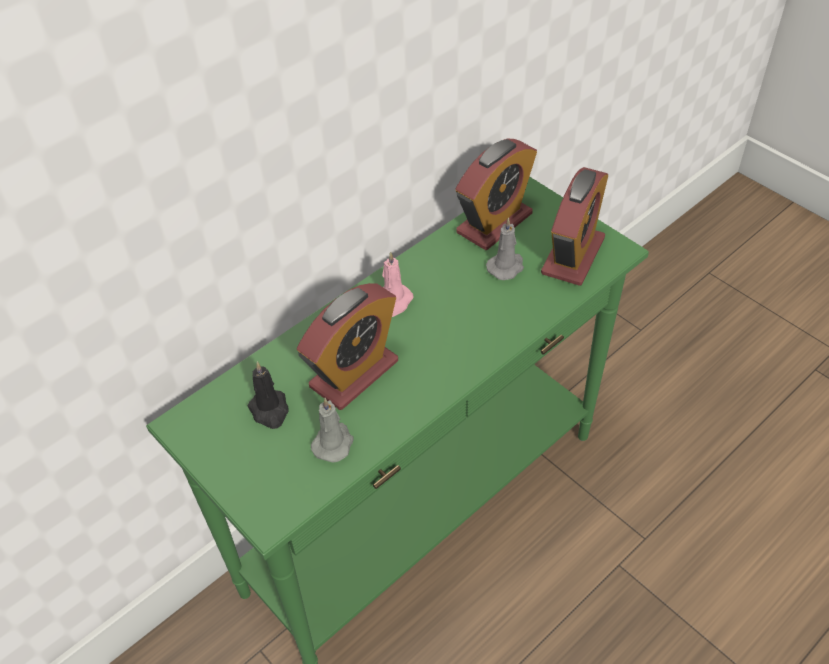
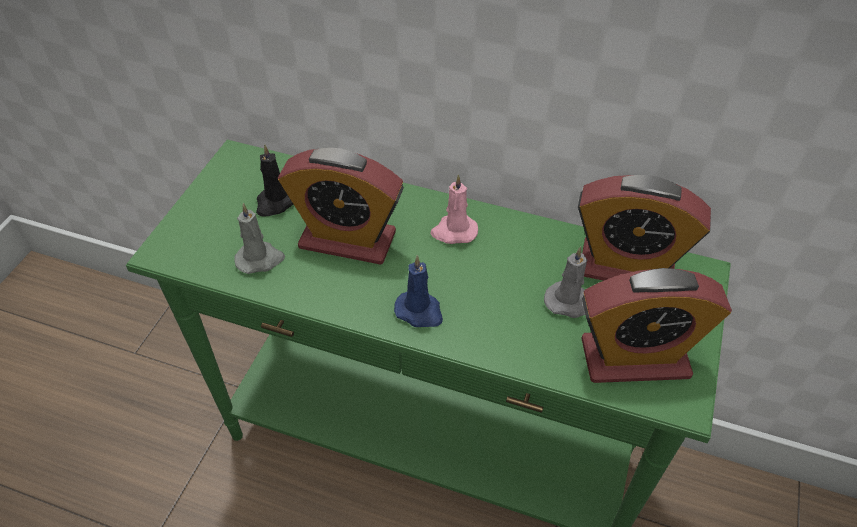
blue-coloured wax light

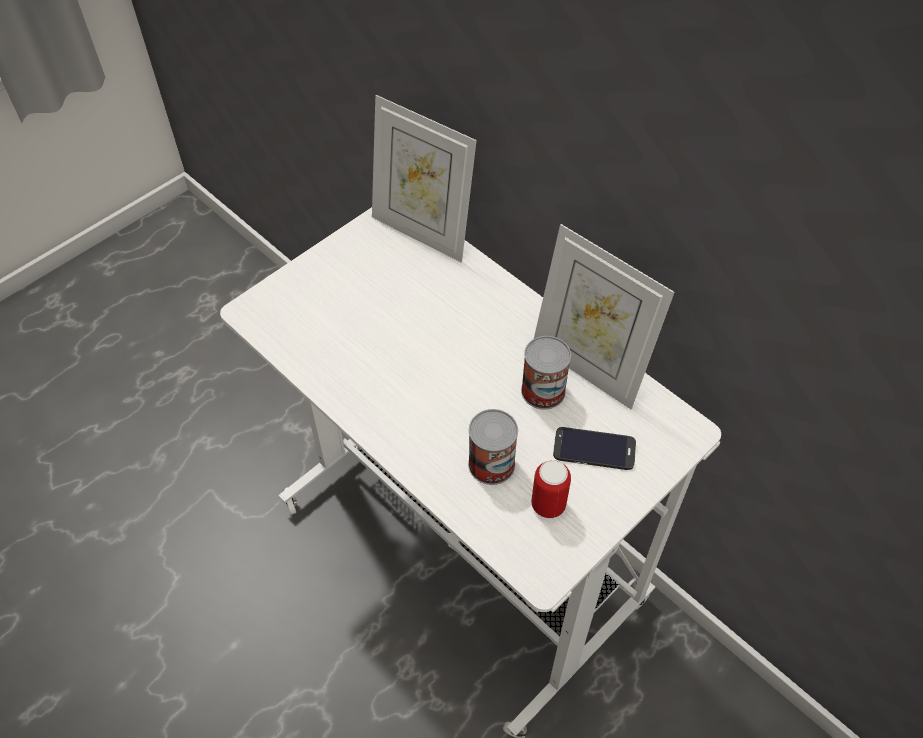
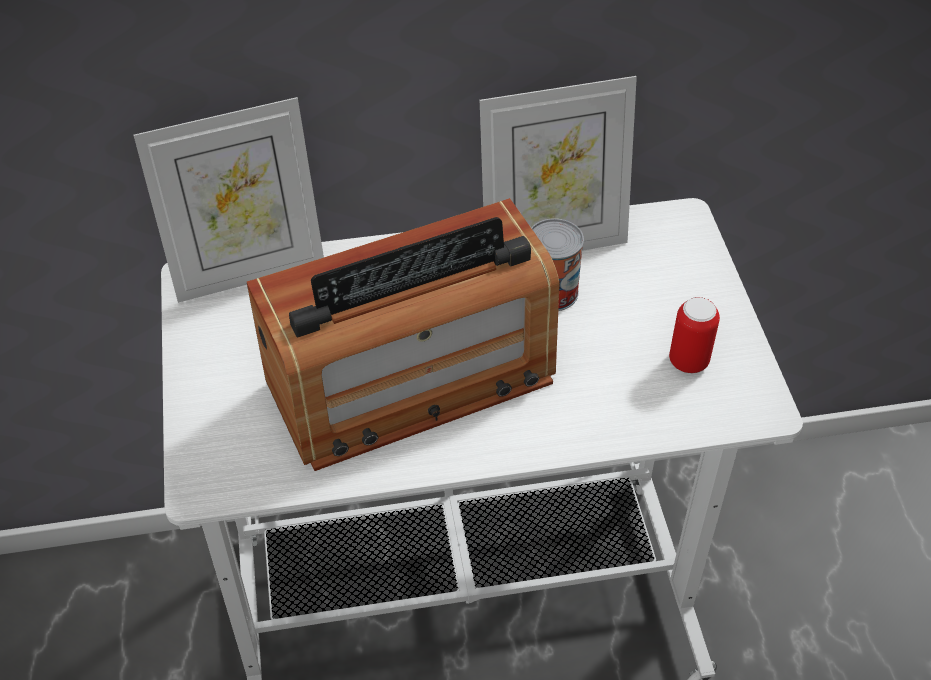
sealed can (1st from left in the first image); phone; radio set

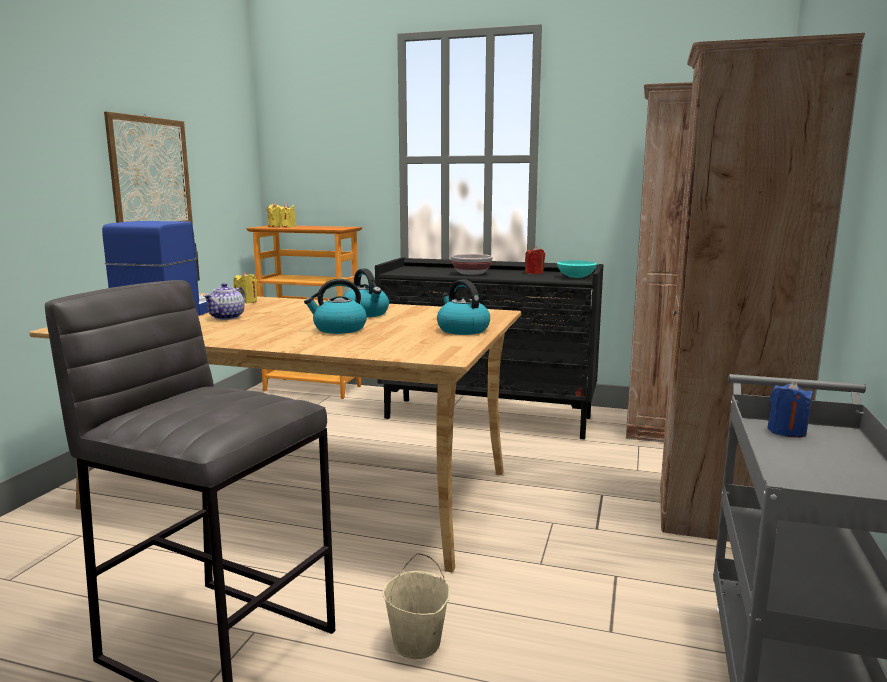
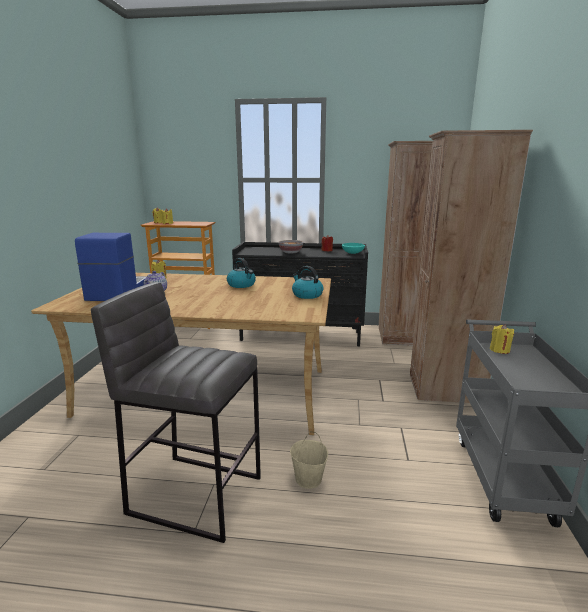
wall art; kettle (1st from left in the first image); yellow wax light (4th from left)

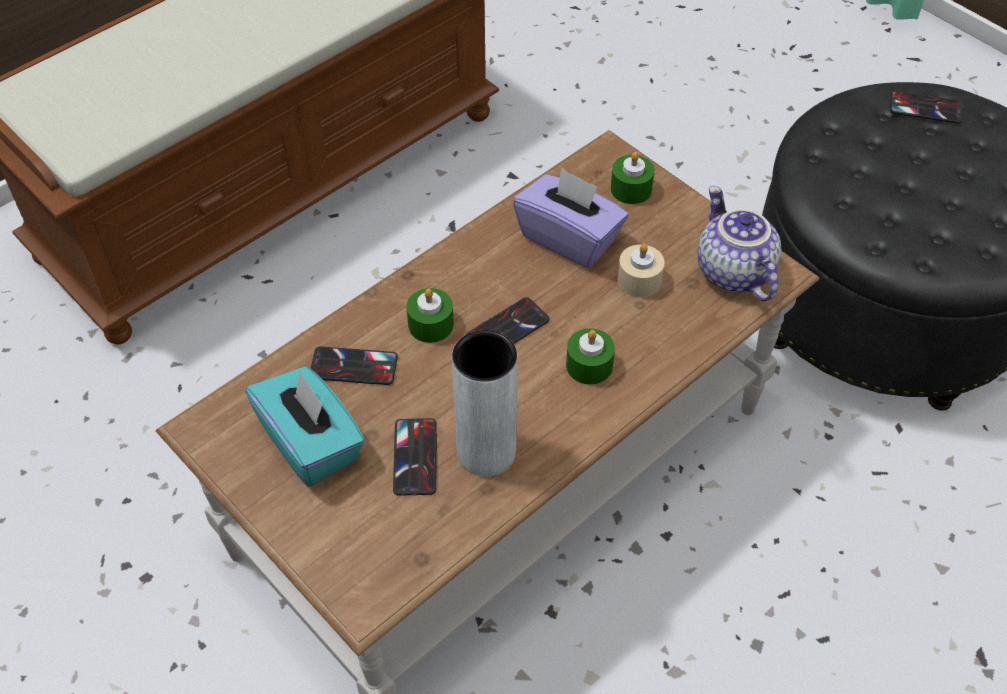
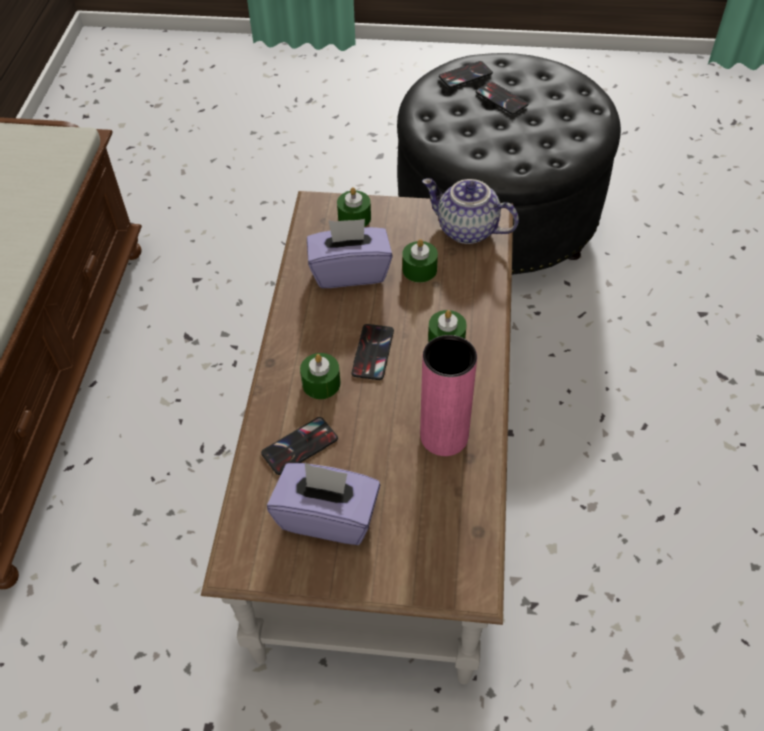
phone (4th from left); purple-coloured tissue box (1st from left); pink-coloured vase; green wax light (3rd from left)

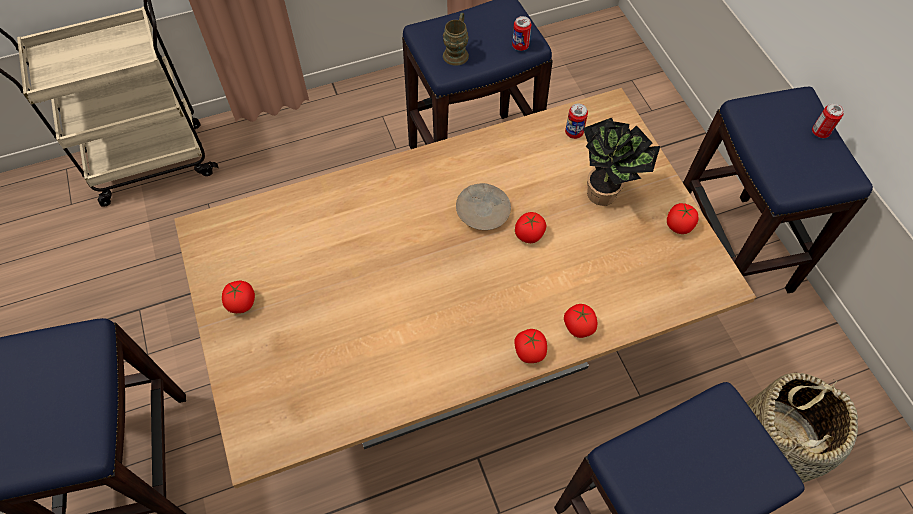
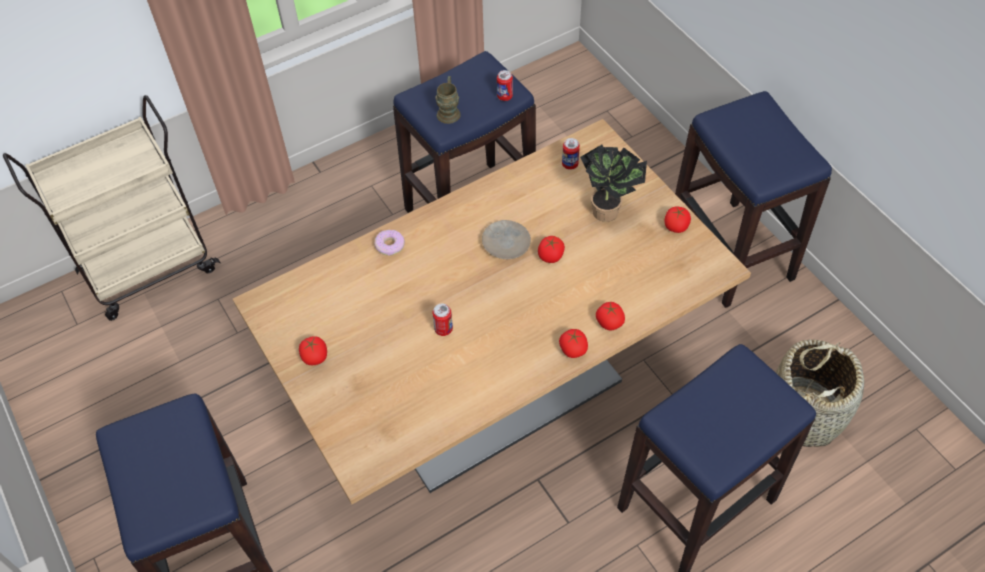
doughnut; sealed can (1st from left)

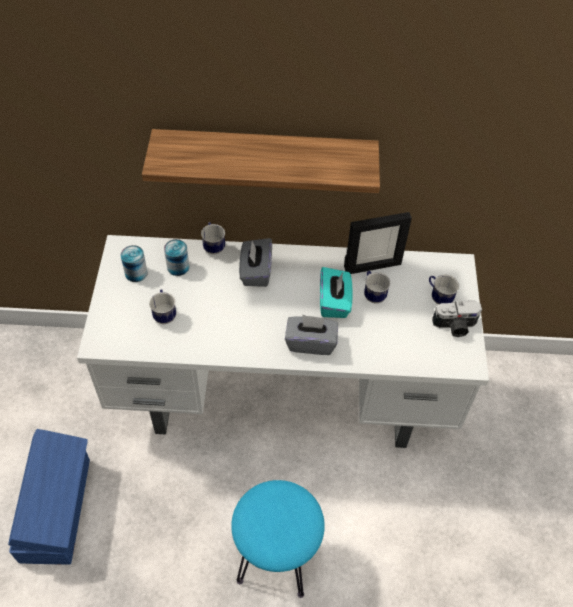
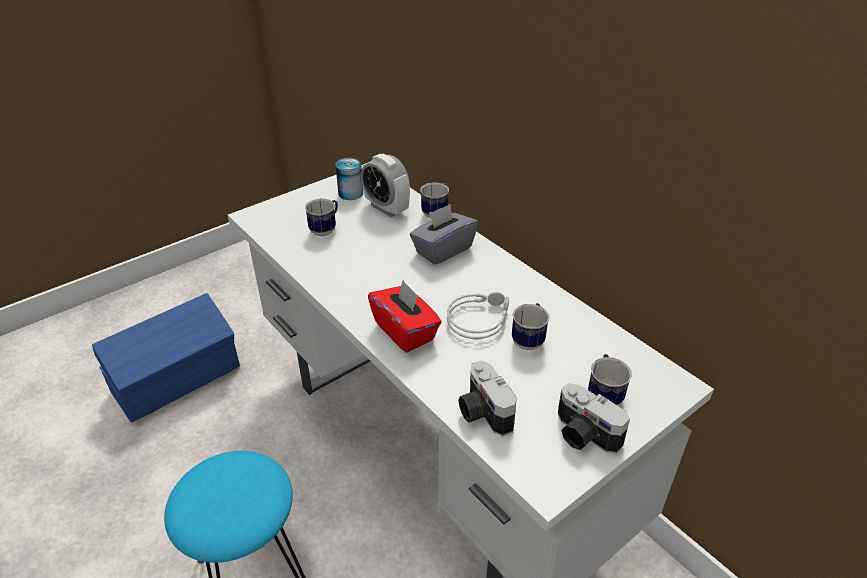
wall shelf; standing frame; still camera (1st from left); bedside clock; greyish headset; red tissue box

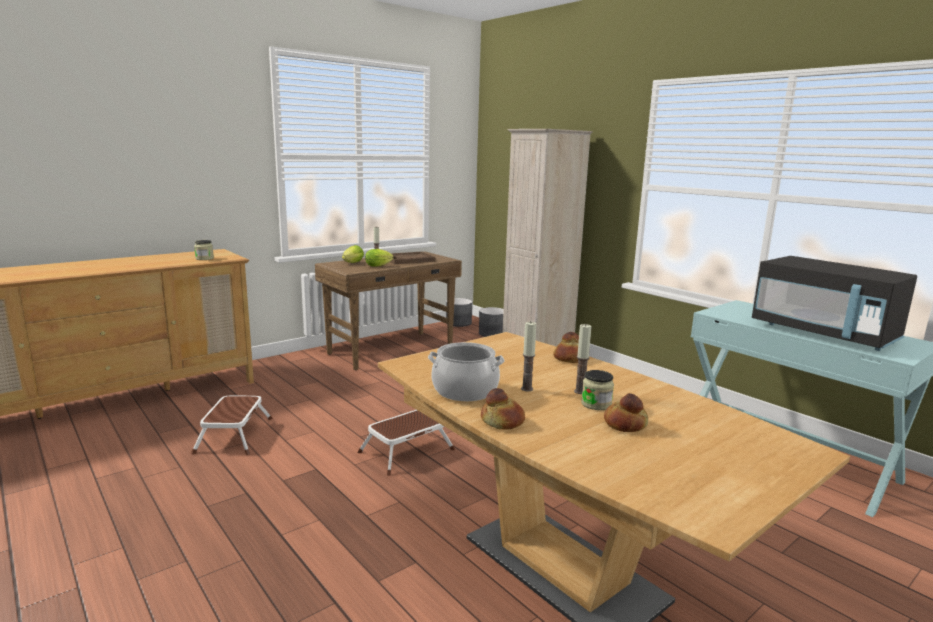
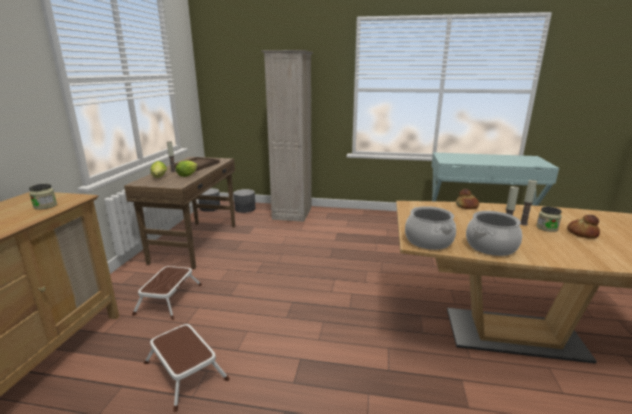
bread (1st from left in the first image); black kitchen microwave; cooking pot (1st from left); brown-coloured step ladder (1st from left)

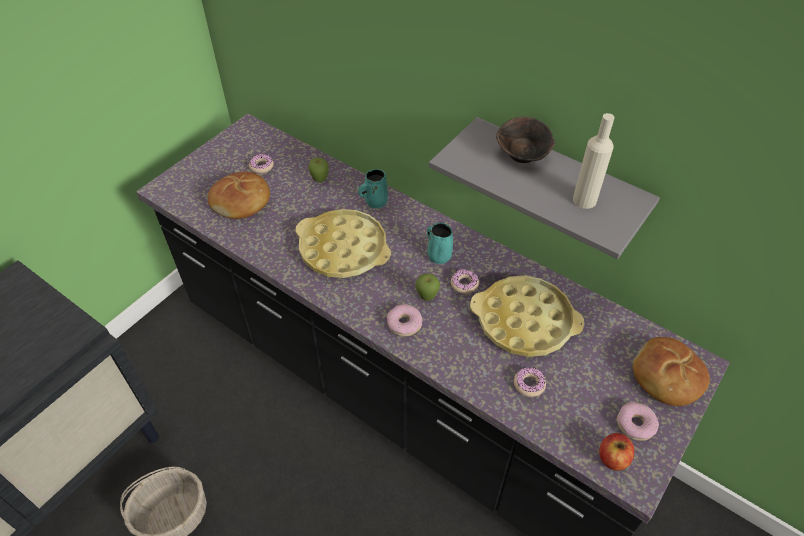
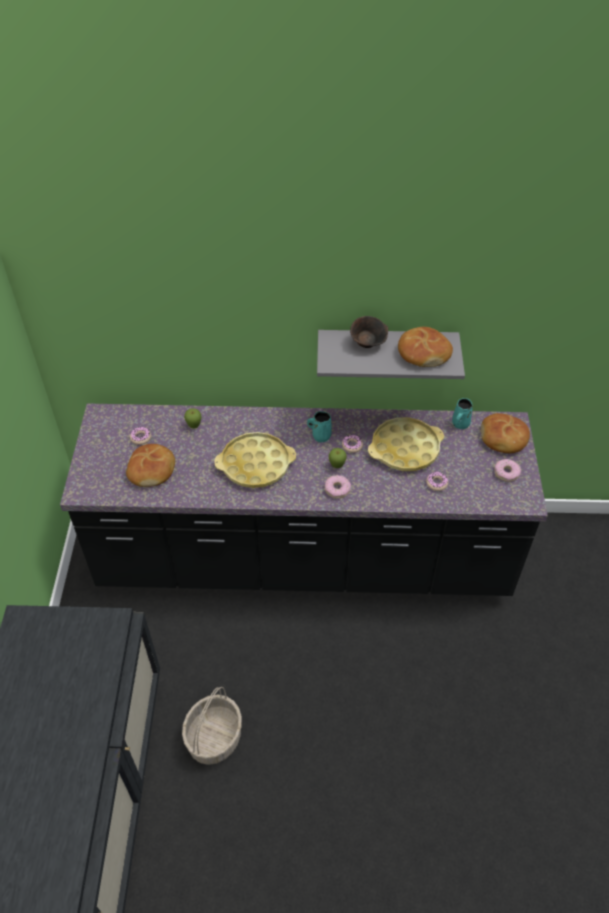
whole apple (3rd from left in the first image); blue-green tea mug (2nd from left); bread (2nd from left)

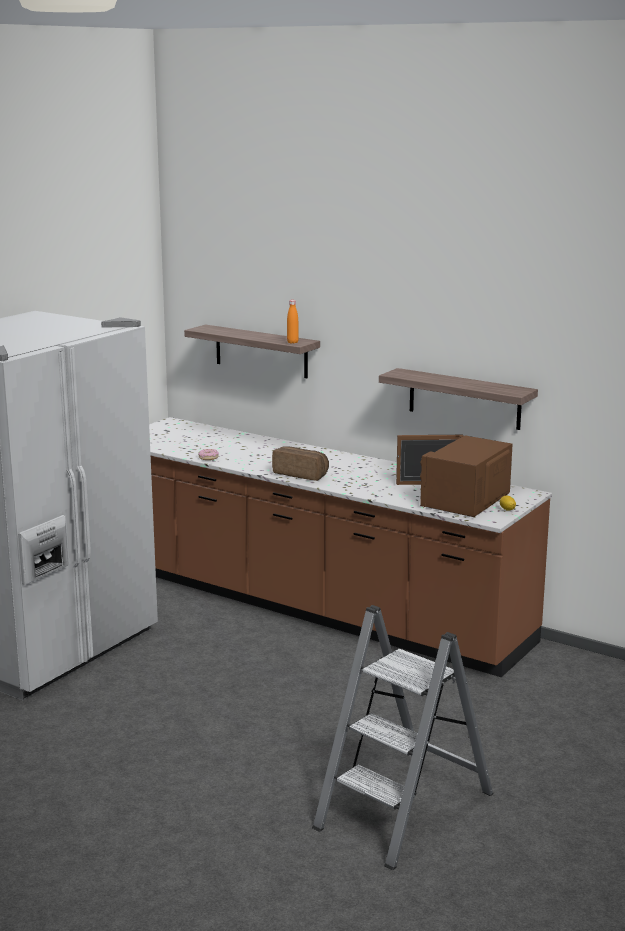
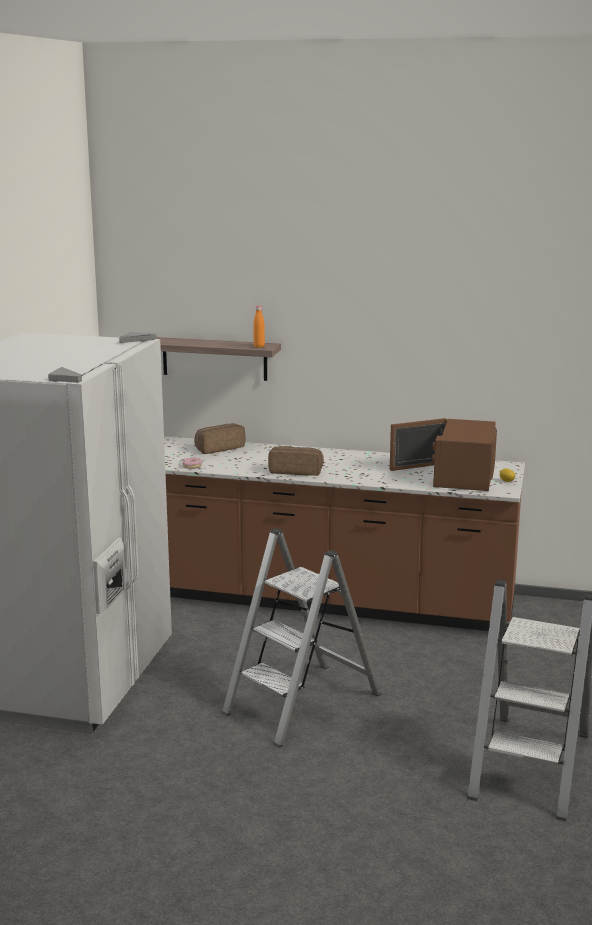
wall shelf (2nd from left in the first image); bread (1st from left); greyish step ladder (1st from left)

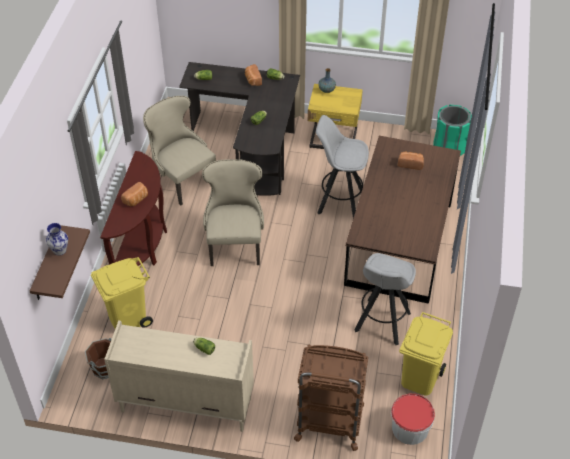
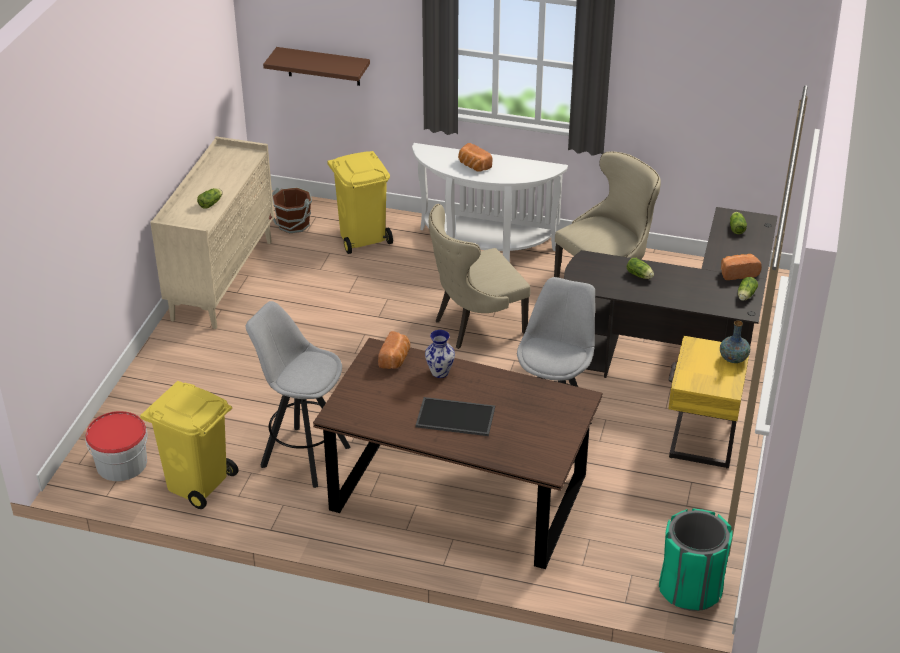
brown-coloured trolley; carrying tray; vase (1st from left); bread (1st from left); whitish hall table; sand-coloured chair (1st from left)

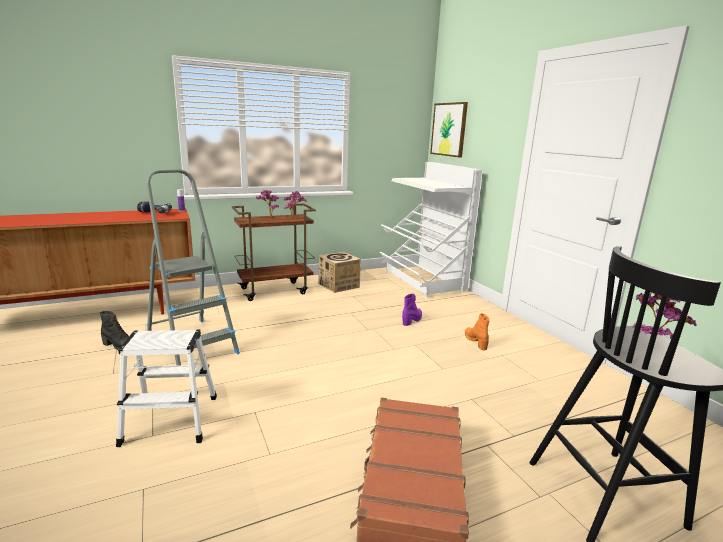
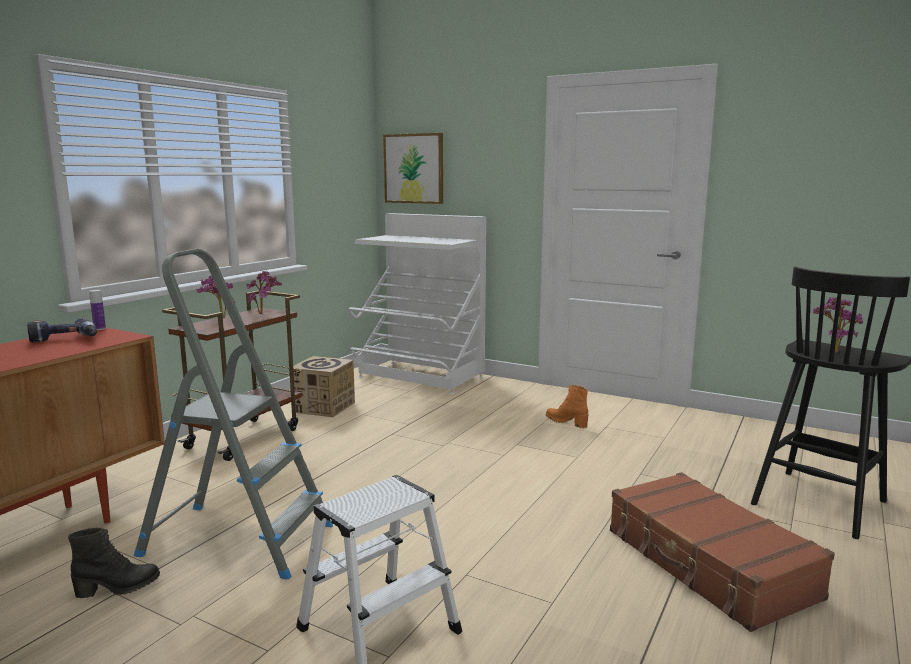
purple-coloured boot

